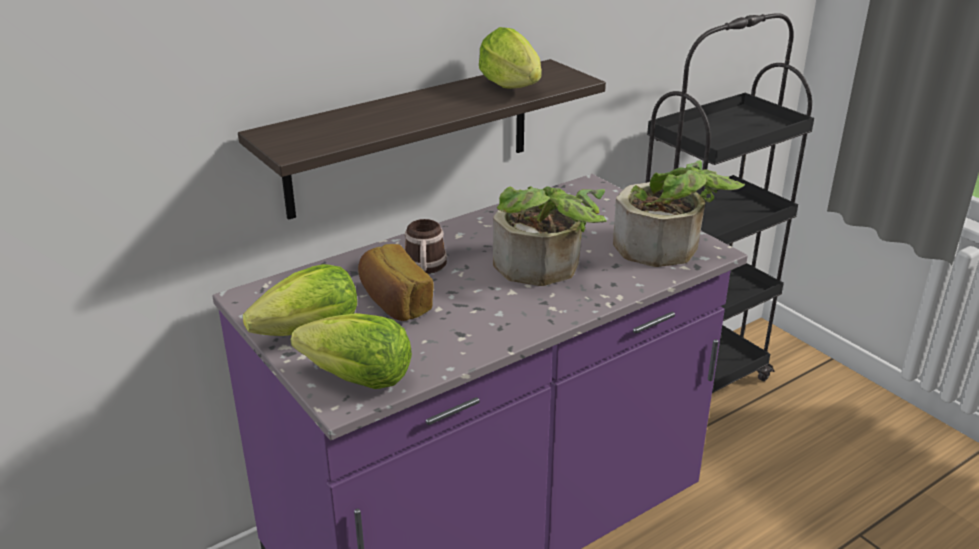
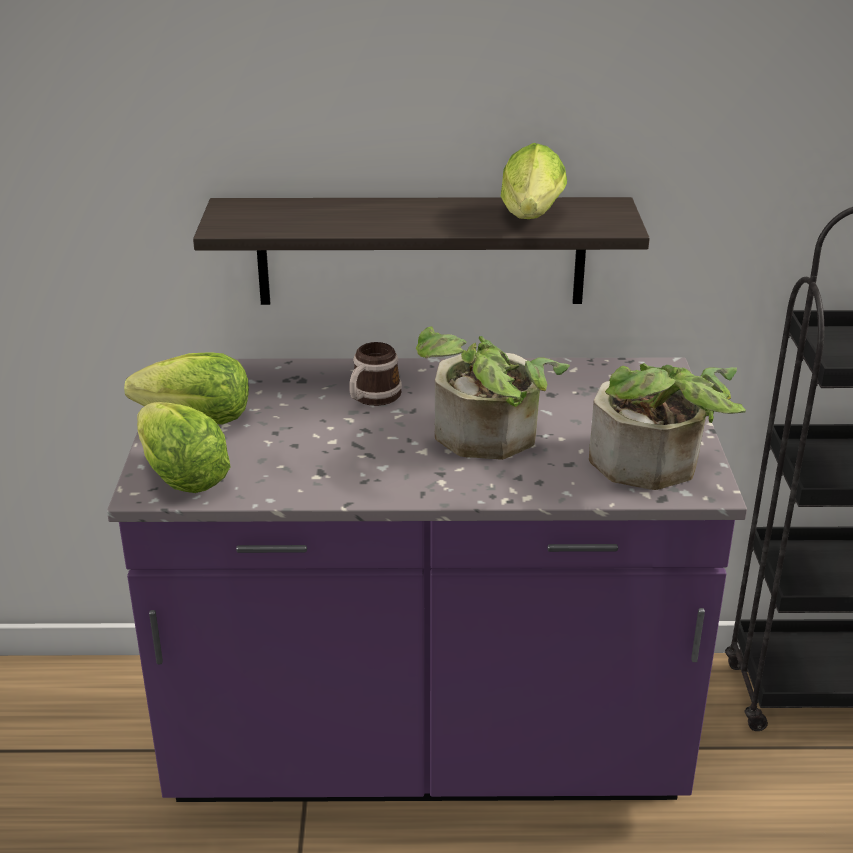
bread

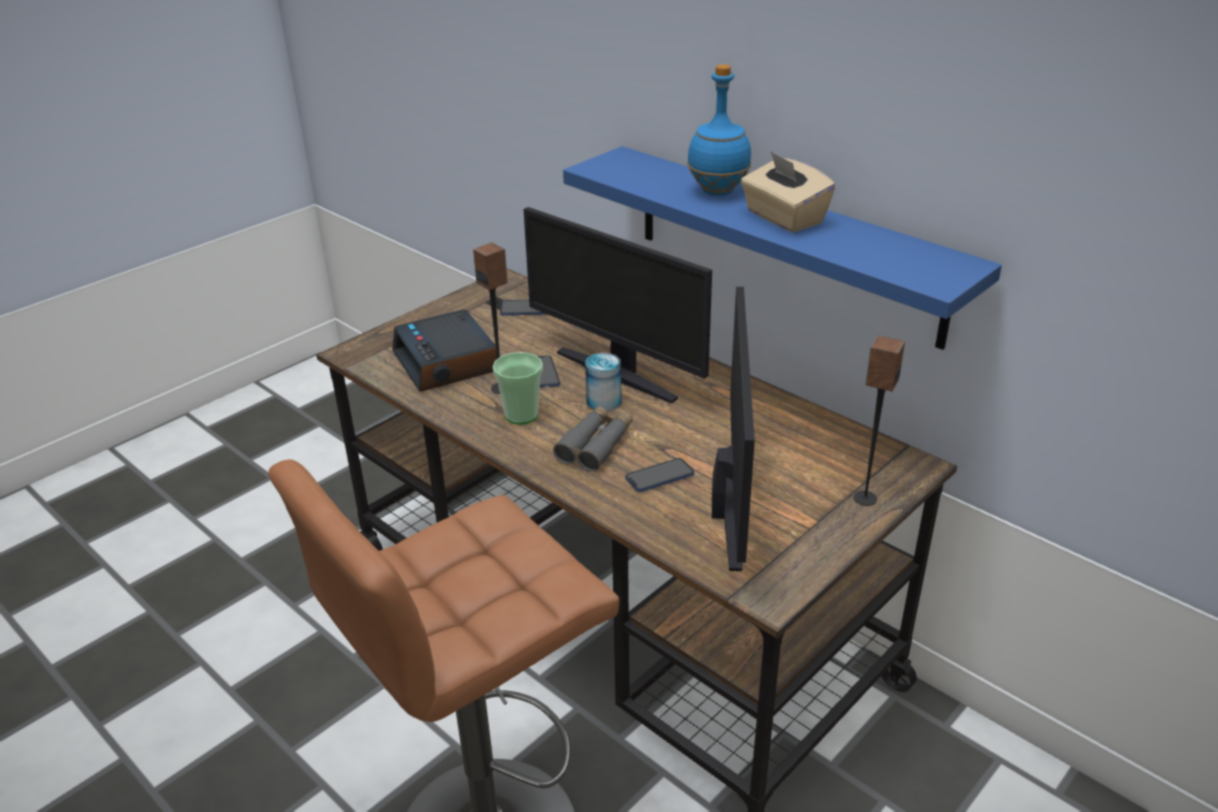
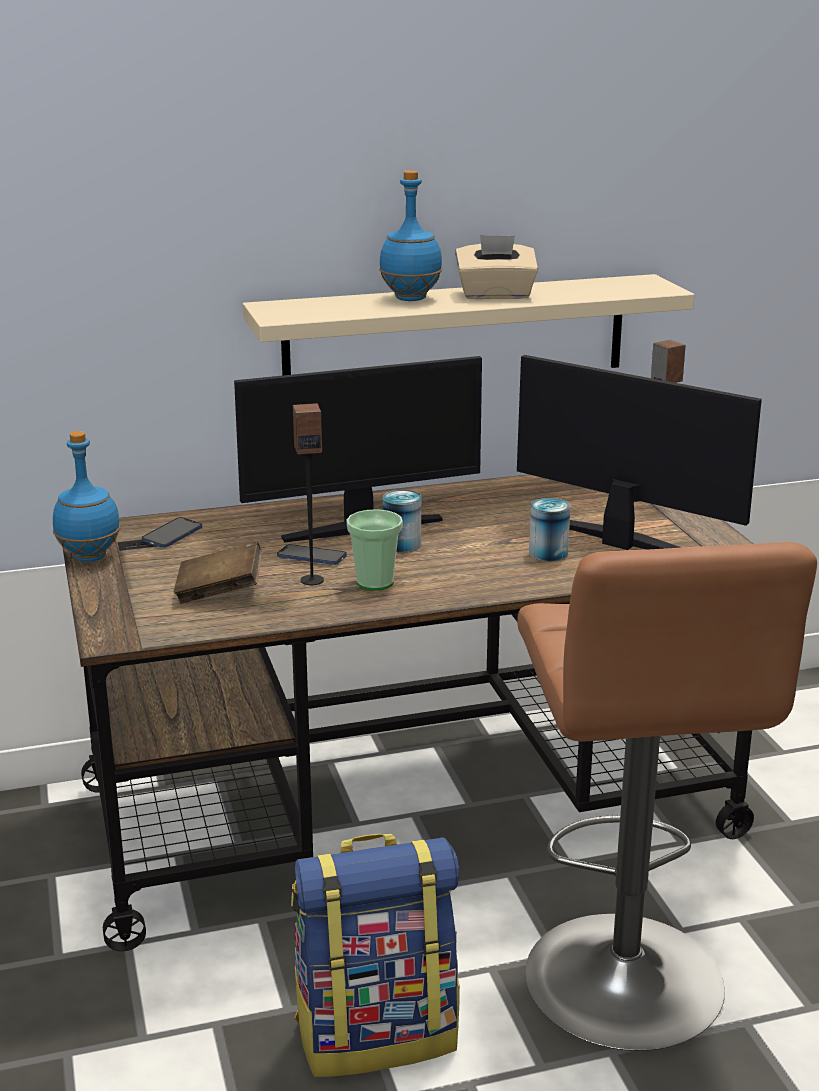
greyish field glasses; blue-coloured bottle (1st from left); knapsack; brown-coloured volume; sealed can (2nd from left); sand-coloured wall shelf

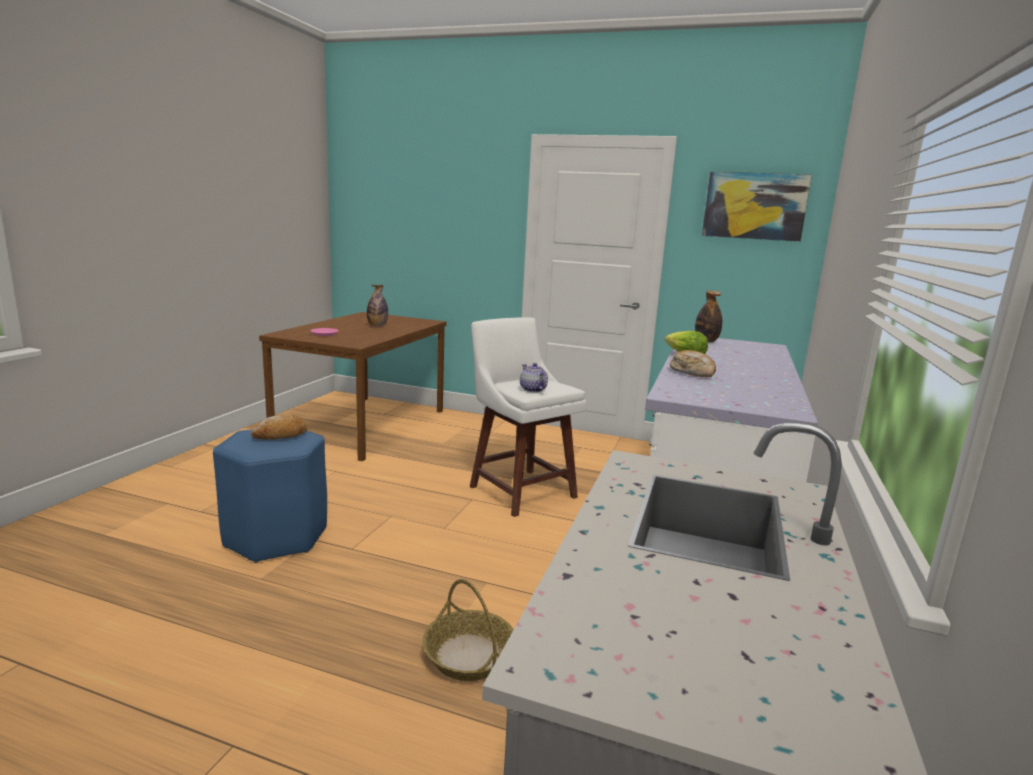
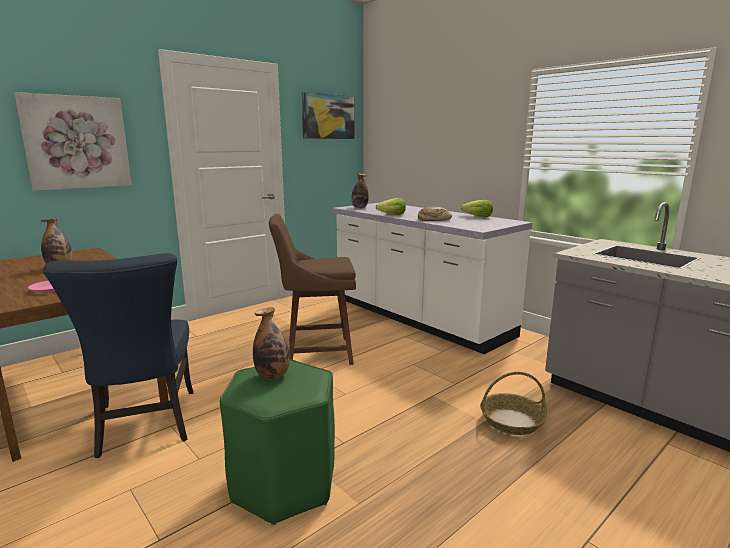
teapot; wall art (1st from left); blue-coloured chair; head of lettuce (2nd from left); bottle (2nd from left); green sitting stool; brown-coloured sitting stool

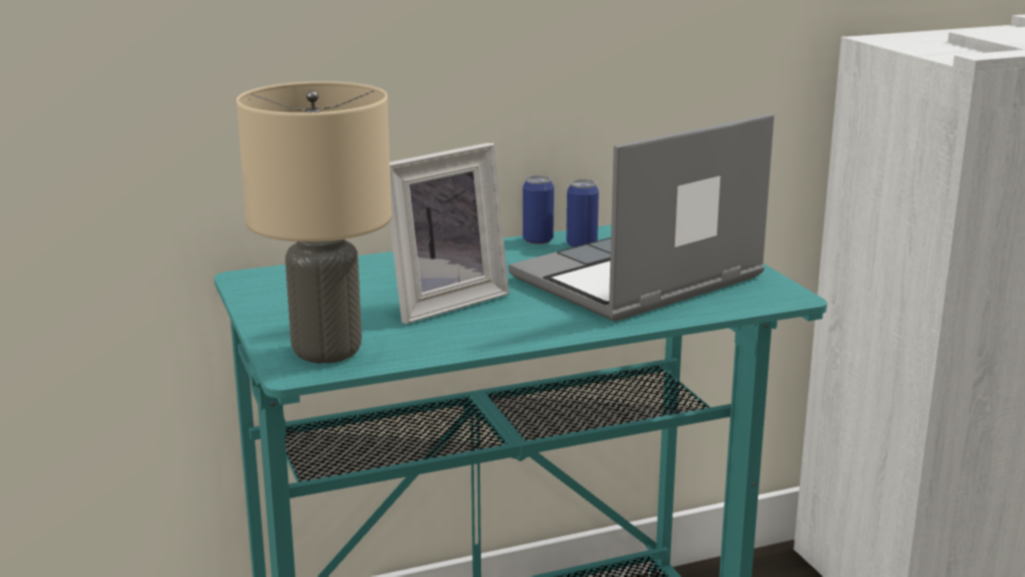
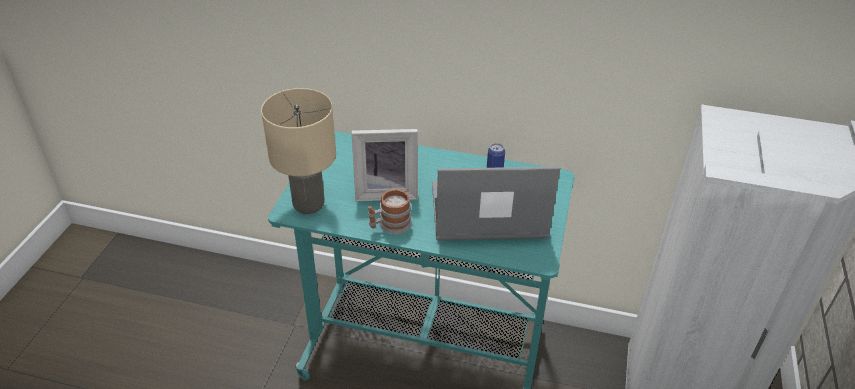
sealed can (1st from left in the first image); tea mug

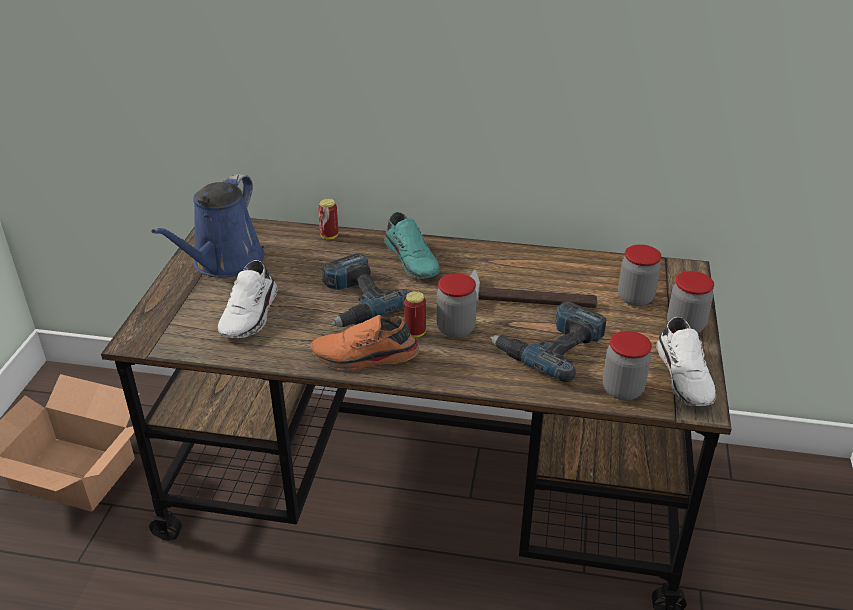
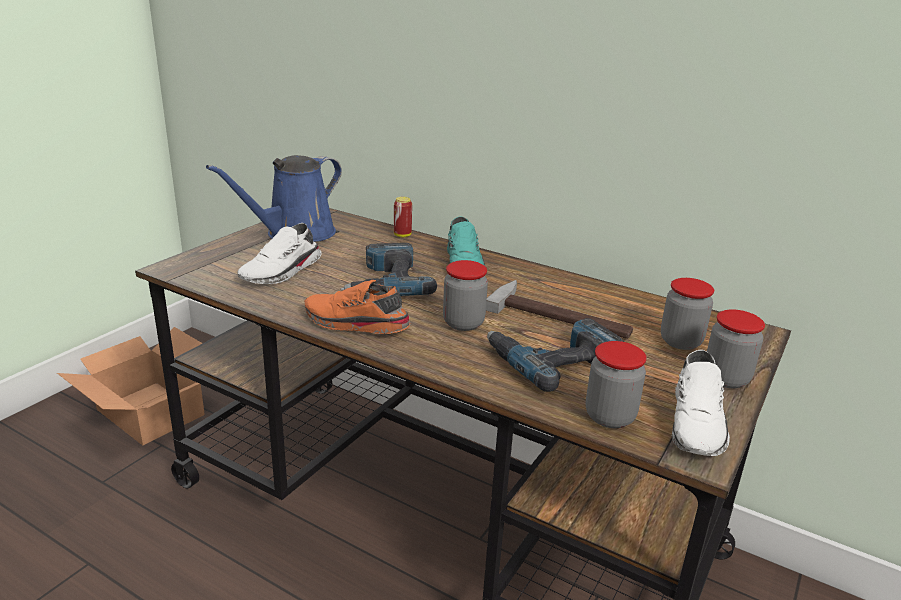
sealed can (2nd from left in the first image)

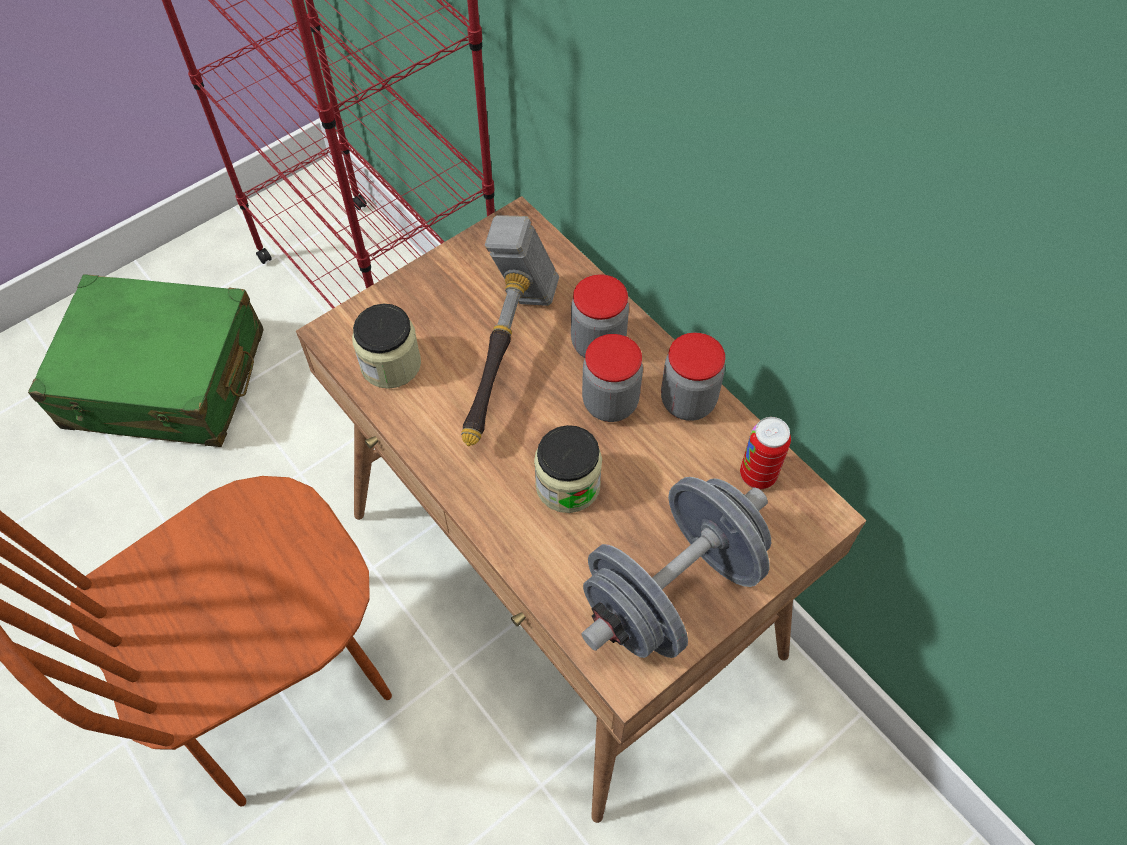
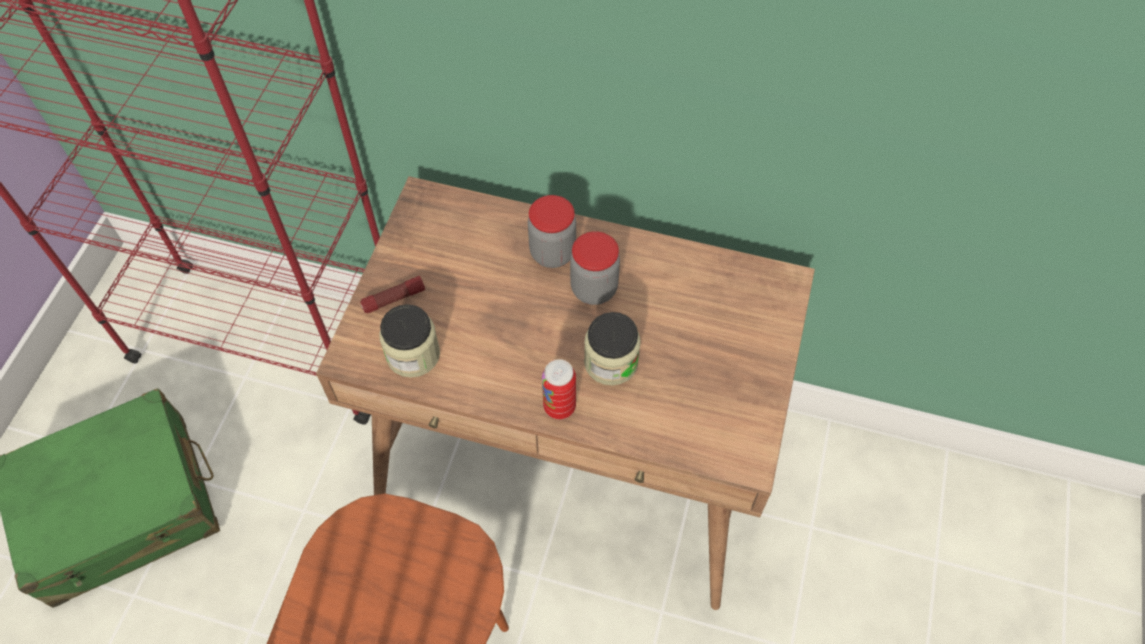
hammer; greyish hand weight; preserve jar (5th from left in the first image); hand torch; sealed can

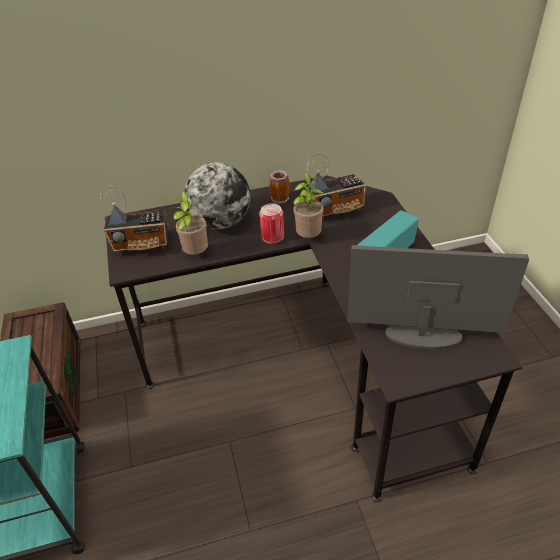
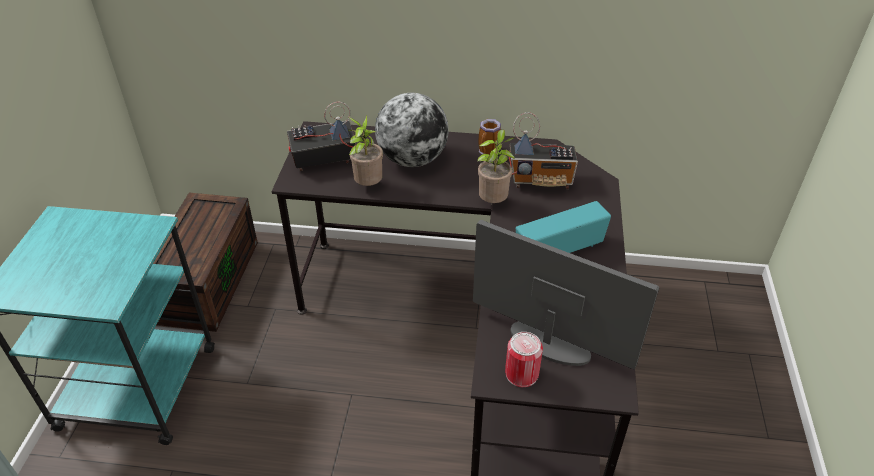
sealed can; radio set (1st from left)

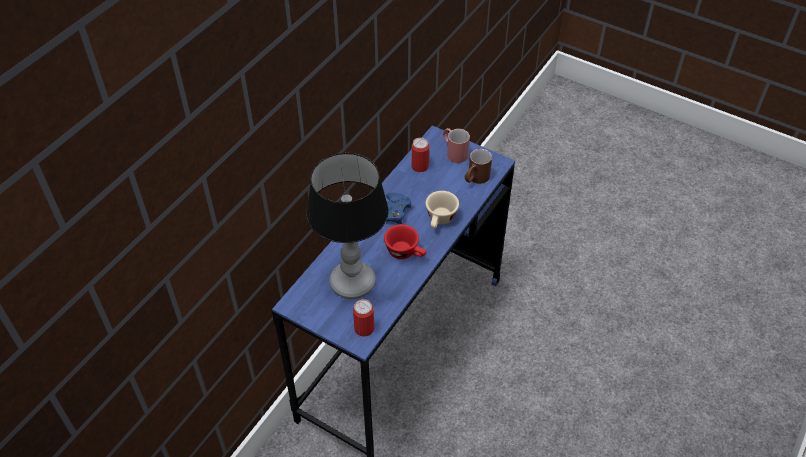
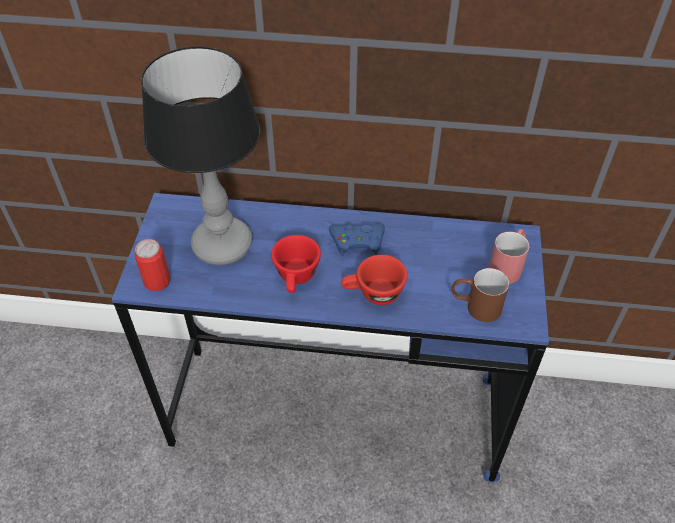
sealed can (2nd from left in the first image); red cup (2nd from left)

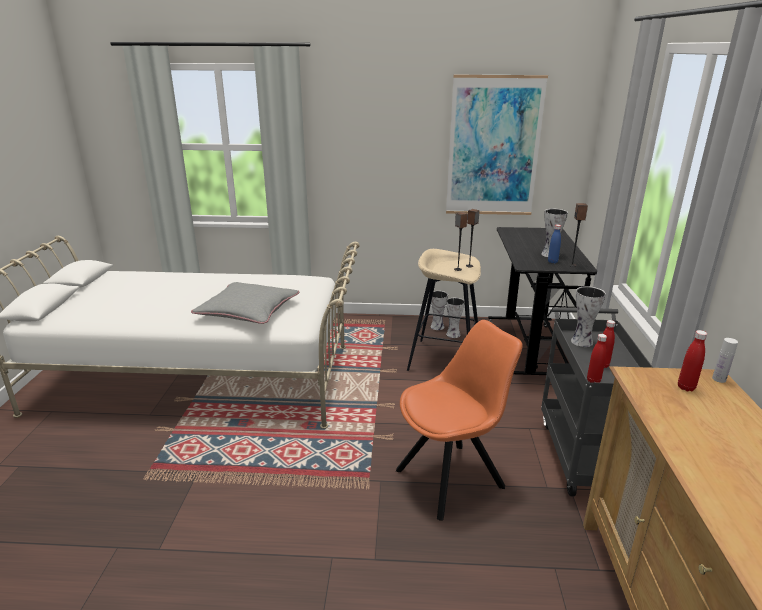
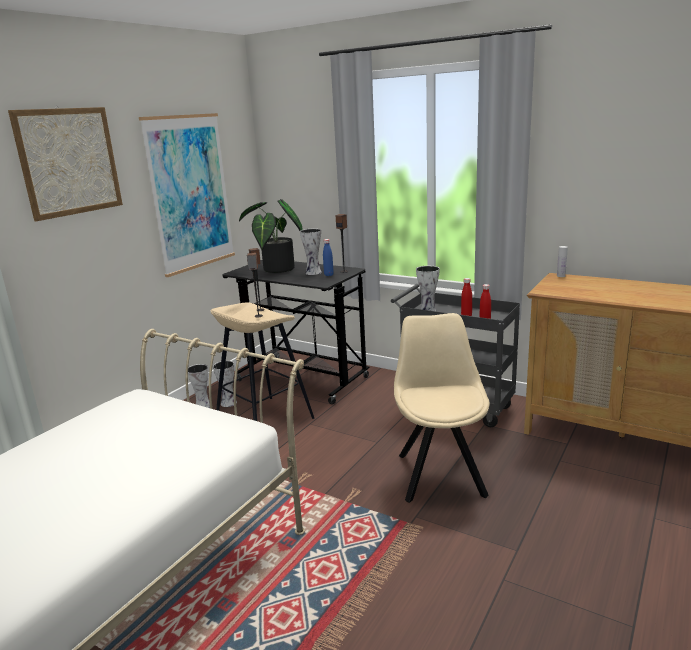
greyish cushion; red bottle (3rd from left in the first image); wall art (1st from left); potted plant; sand-coloured chair

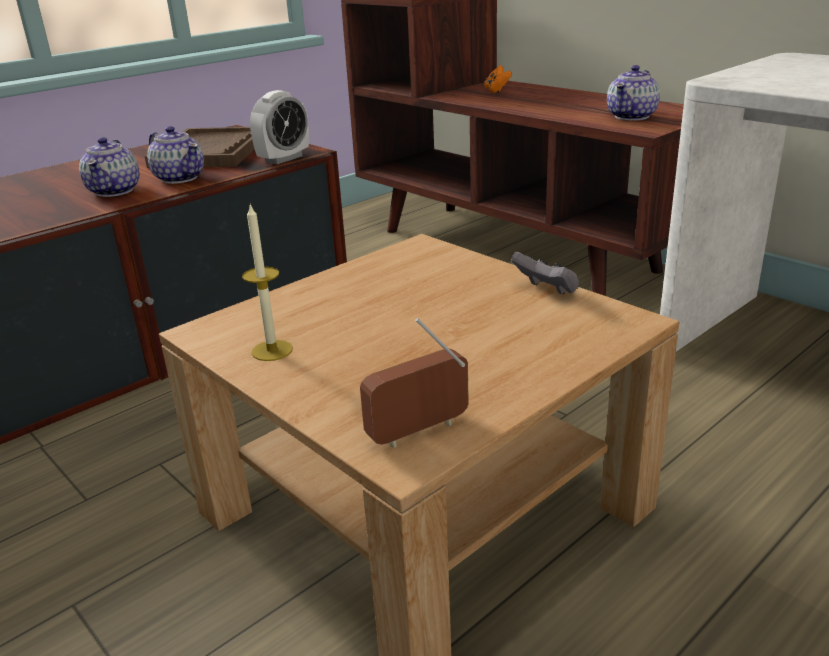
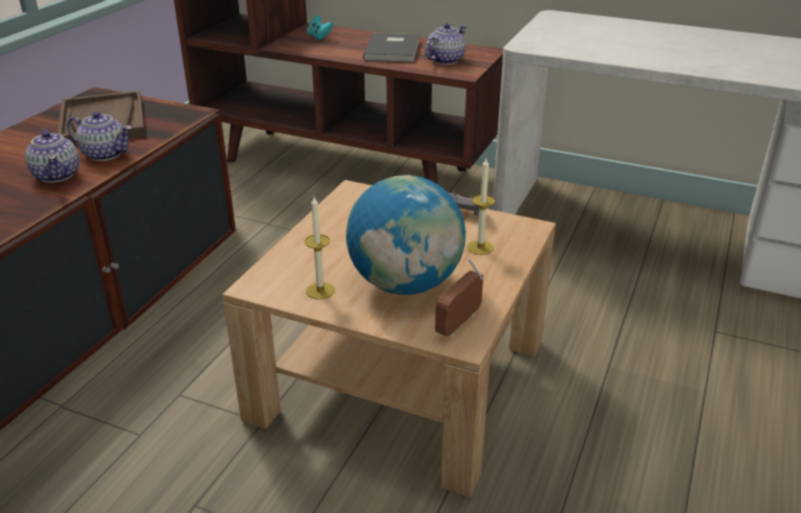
bedside clock; desk globe; greyish volume; wax light (2nd from left); blue-green gamepad; teapot (3rd from left)

